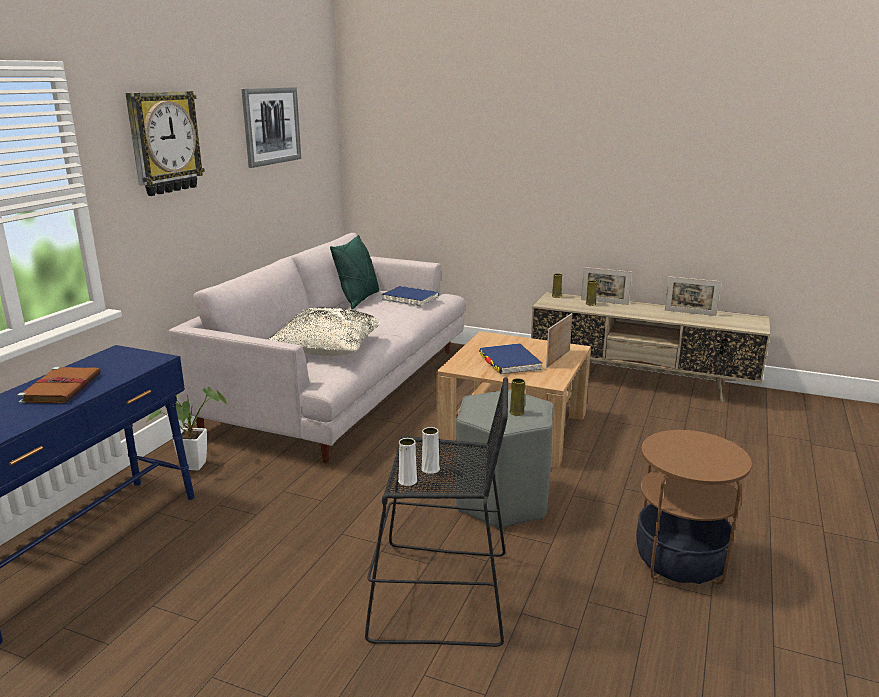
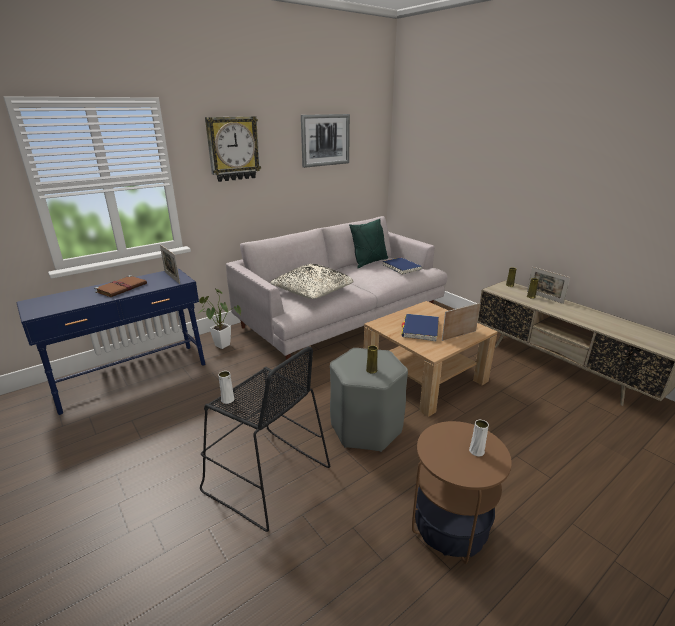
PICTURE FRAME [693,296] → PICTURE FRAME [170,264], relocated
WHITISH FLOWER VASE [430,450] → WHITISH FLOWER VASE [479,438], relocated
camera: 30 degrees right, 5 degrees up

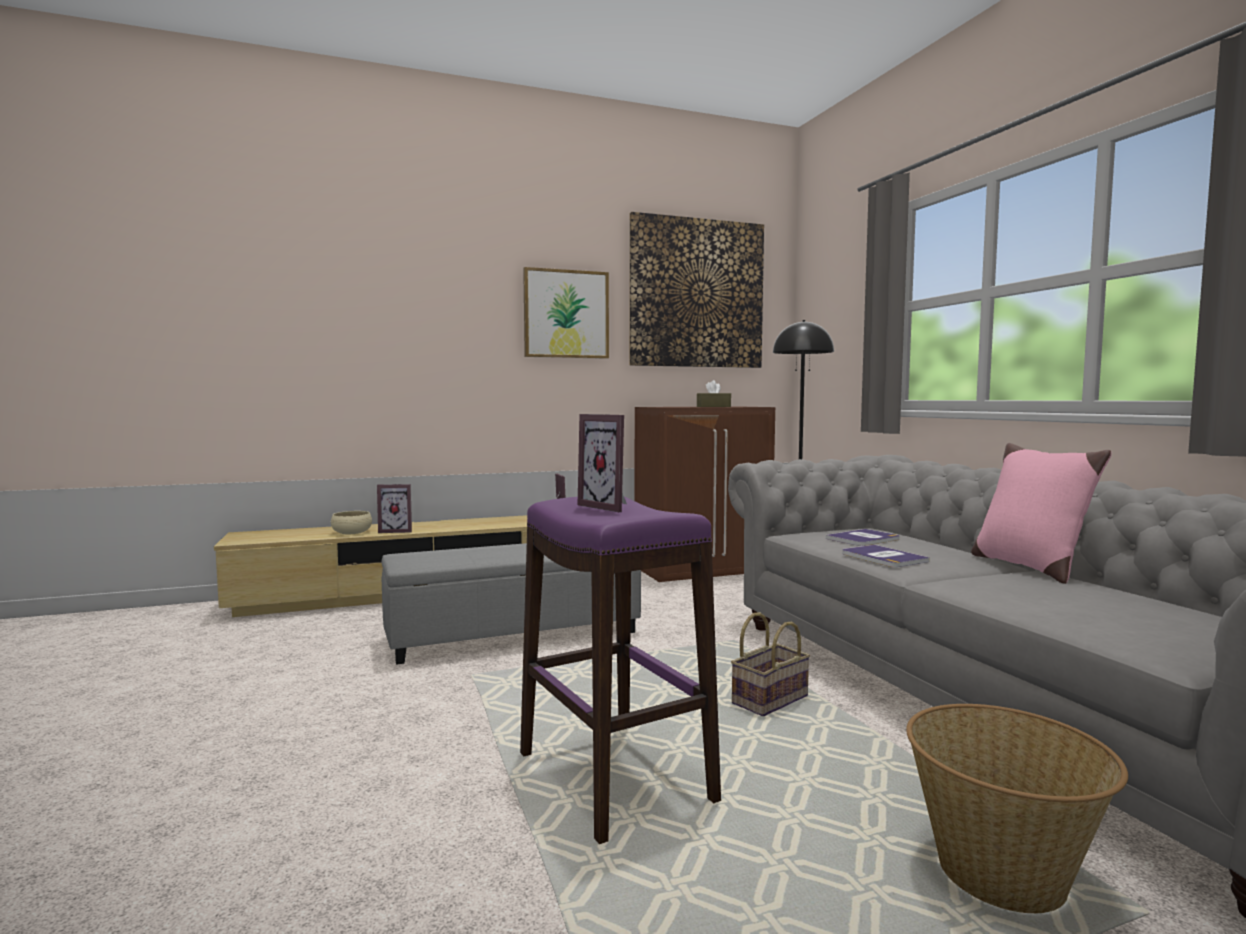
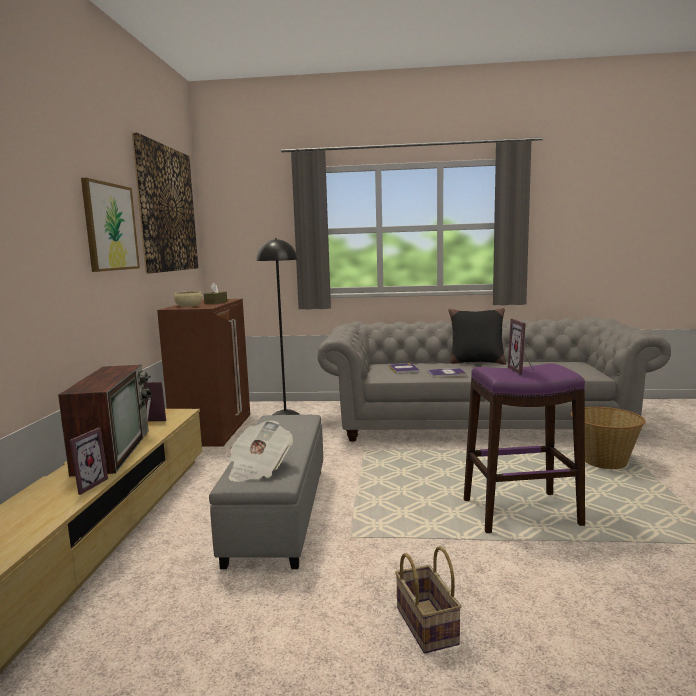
PICTURE FRAME [602,463] → PICTURE FRAME [521,347], 105 degrees clockwise
PINKISH CUSHION [1041,513] → BLACK CUSHION [477,336]
BEIGE-COLOURED SERVING BOWL [351,522] → BEIGE-COLOURED SERVING BOWL [188,299], relocated
STORAGE BASKET [770,664] → STORAGE BASKET [428,600], relocated
- → TELEVISION [105,421]
- → NEWSPAPER [260,451]
camera: 65 degrees left, 5 degrees up

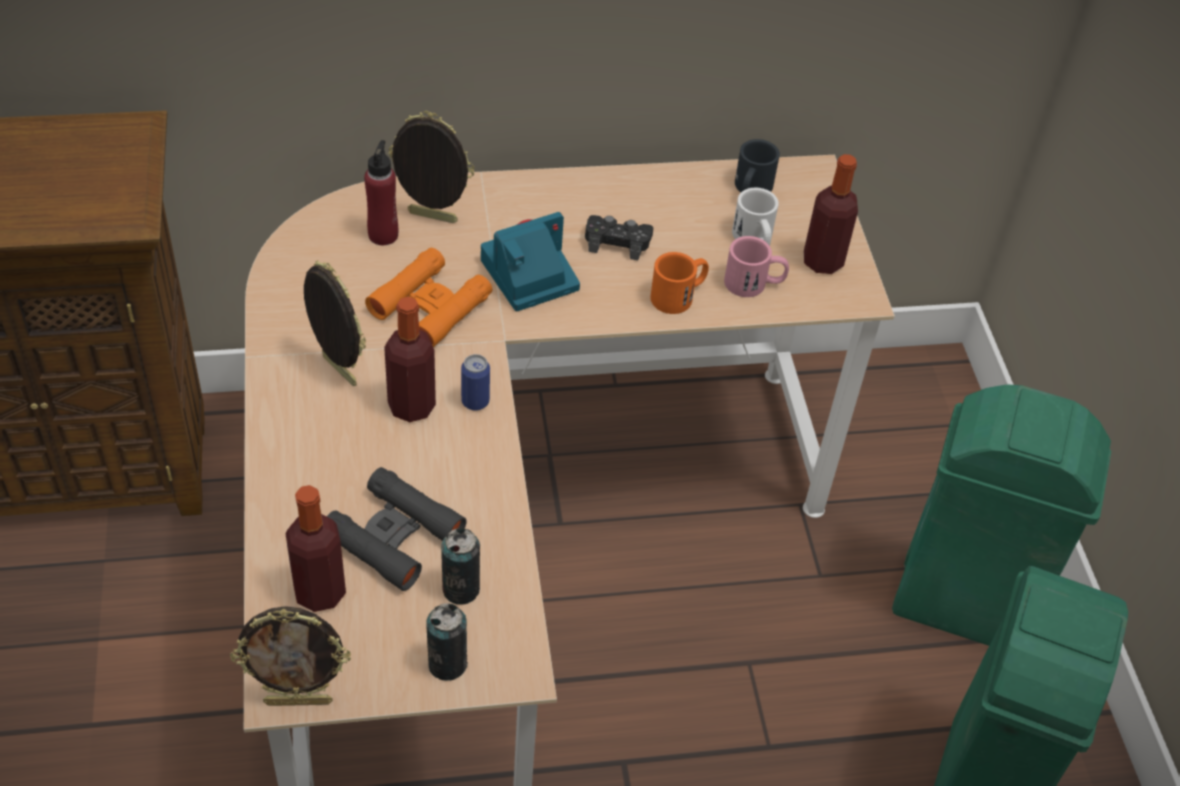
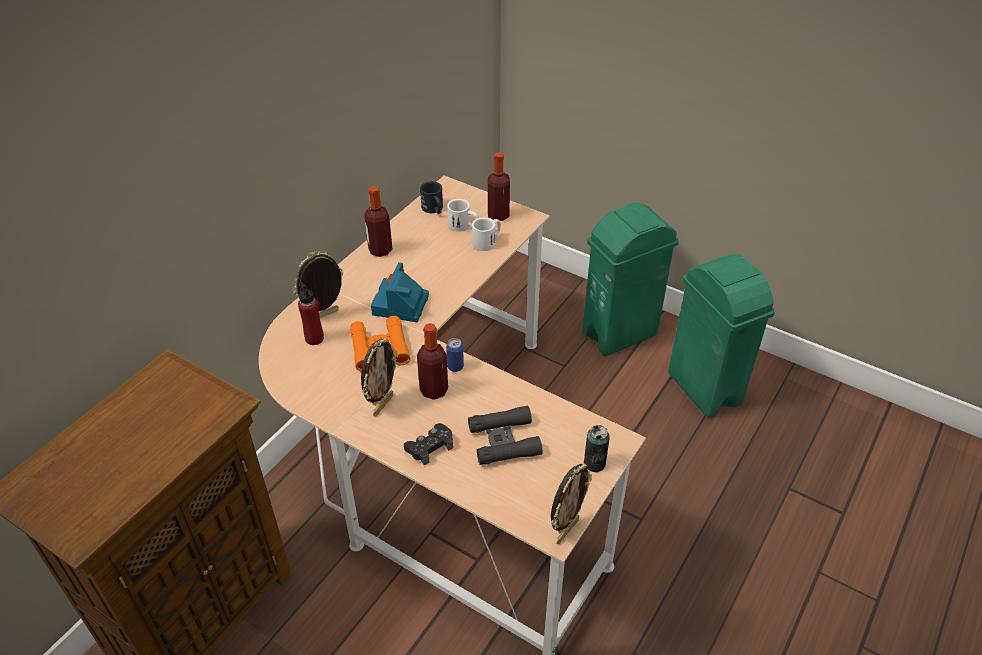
BLACK GAME CONTROLLER [619,237] → BLACK GAME CONTROLLER [428,444], relocated
PINKISH MUG [756,266] → WHITISH MUG [486,234]
ORANGE MUG [679,283] → -
PICTURE FRAME [335,323] → PICTURE FRAME [379,377], 120 degrees clockwise
BOTTLE [316,548] → BOTTLE [378,221], relocated
CAN [460,566] → -
camera: 45 degrees left, 5 degrees down

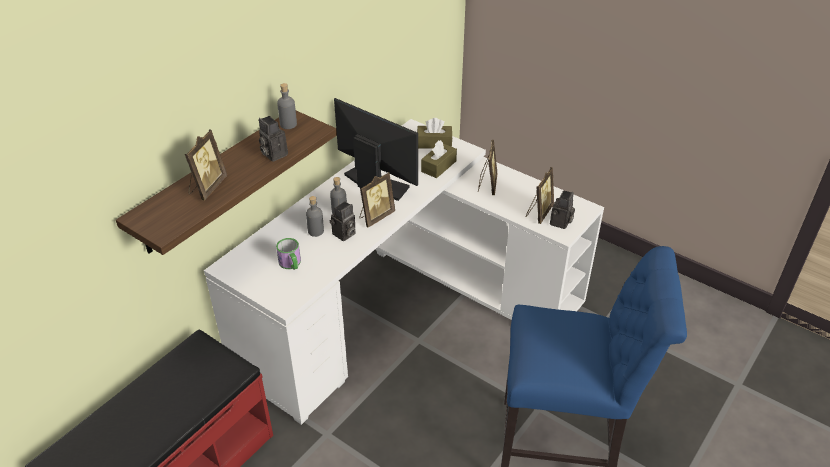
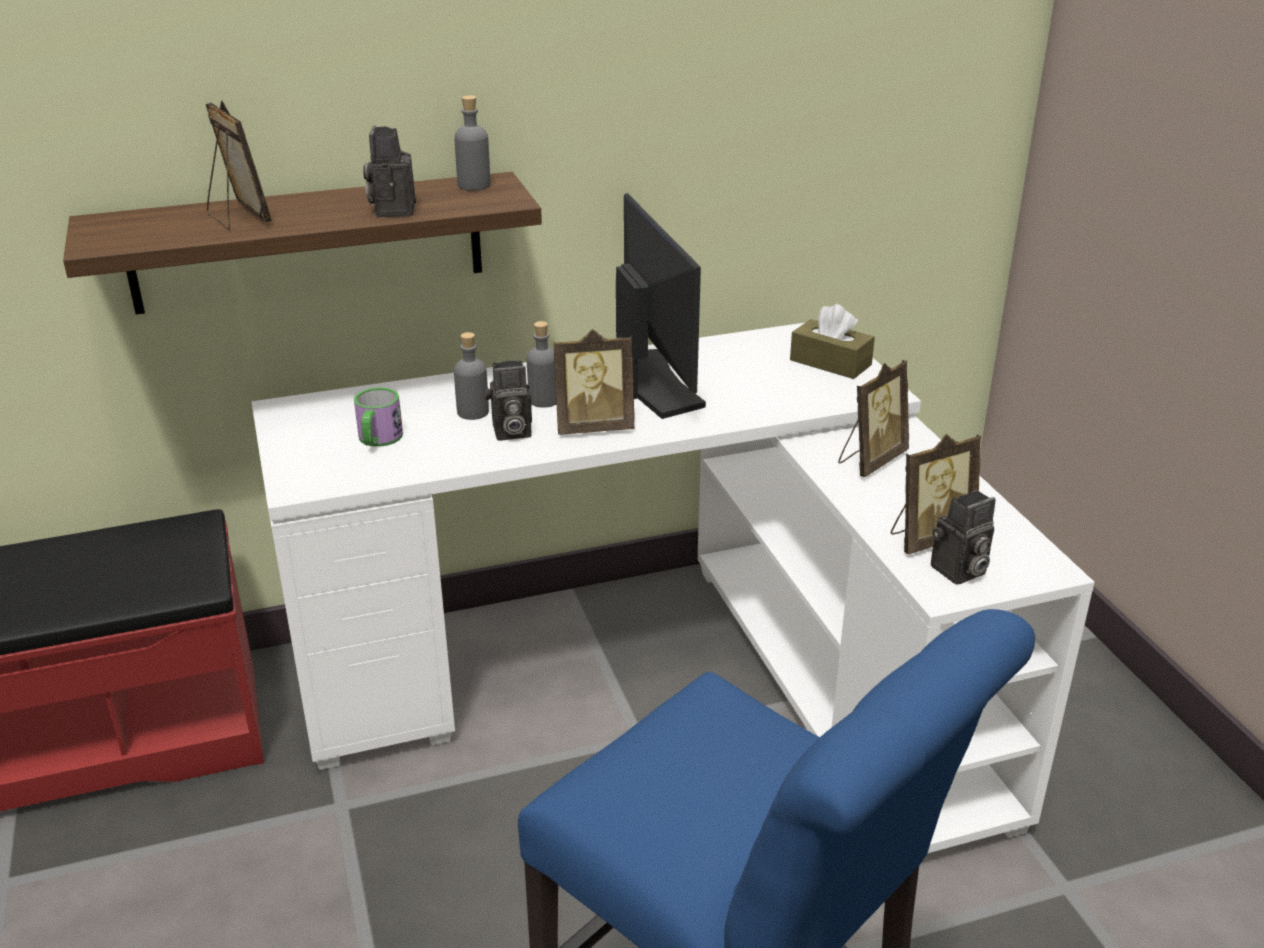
PICTURE FRAME [206,165] → PICTURE FRAME [238,165], 90 degrees counterclockwise
BROWN TISSUE BOX [439,159] → -
camera: 35 degrees right, 10 degrees down

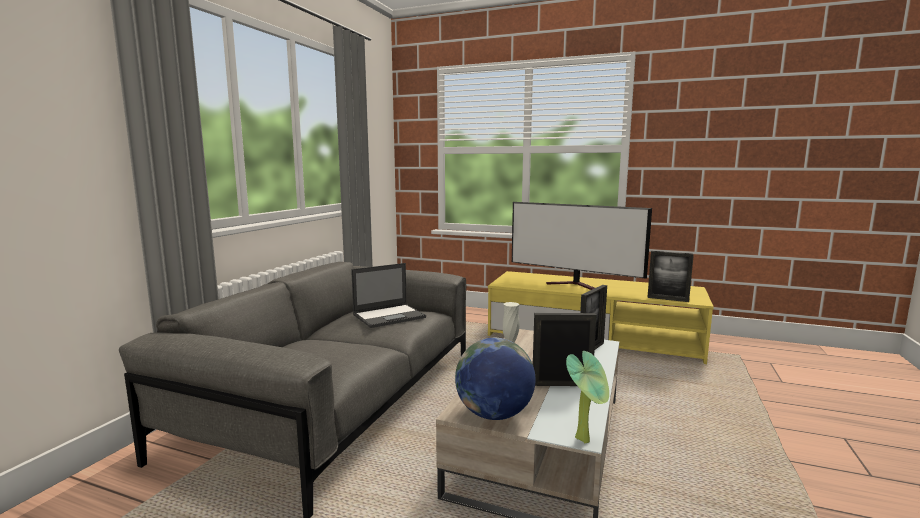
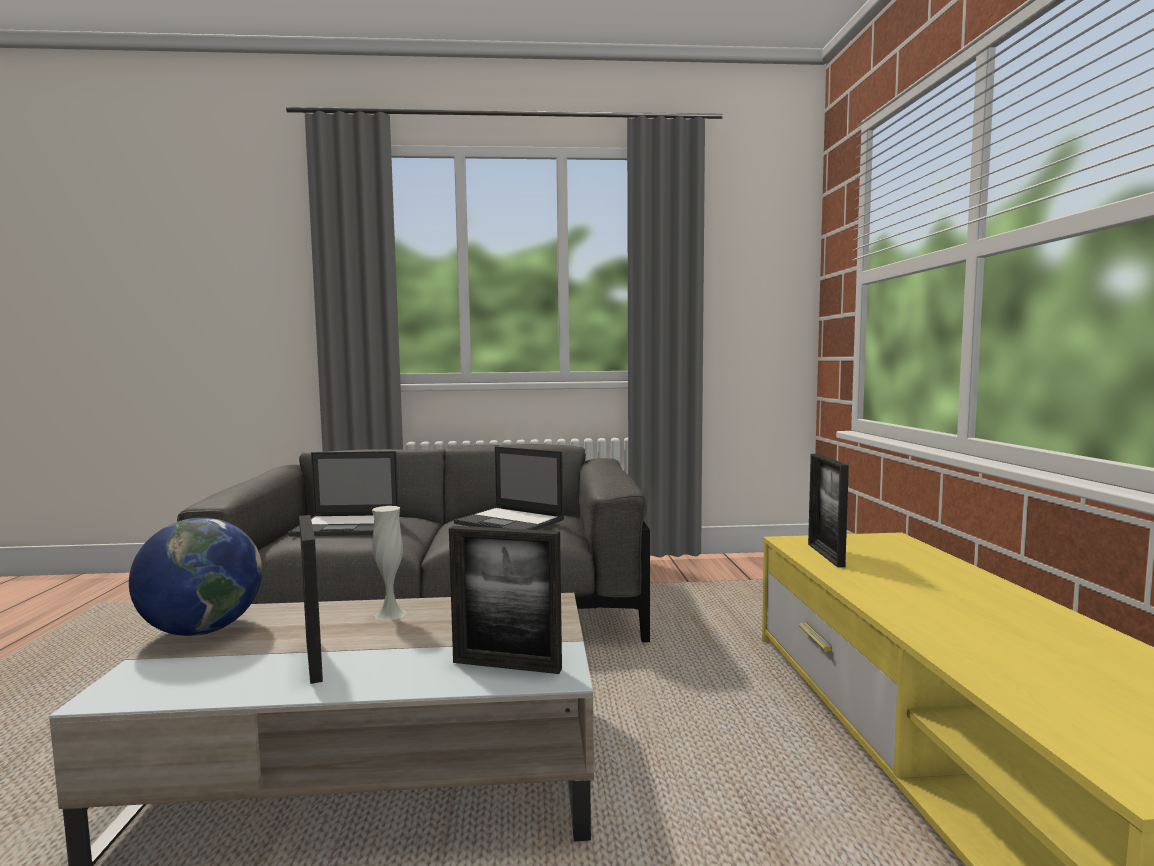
TELEVISION [582,246] → -
PICTURE FRAME [670,276] → PICTURE FRAME [828,510], relocated
POTTED PLANT [587,397] → -
- → PORTABLE COMPUTER [343,493]
camera: 65 degrees right, 5 degrees down

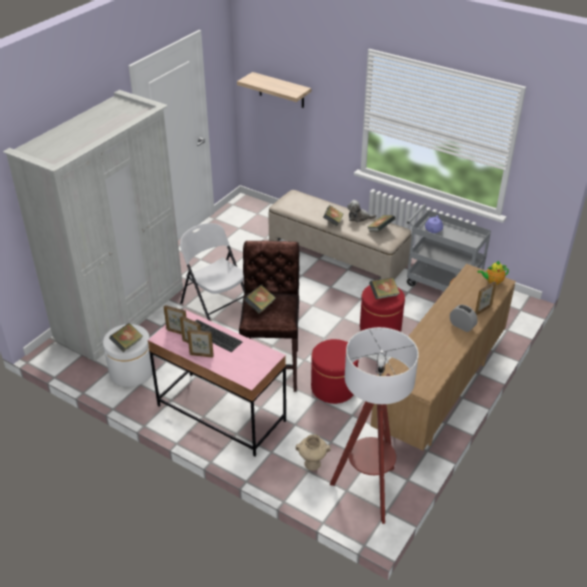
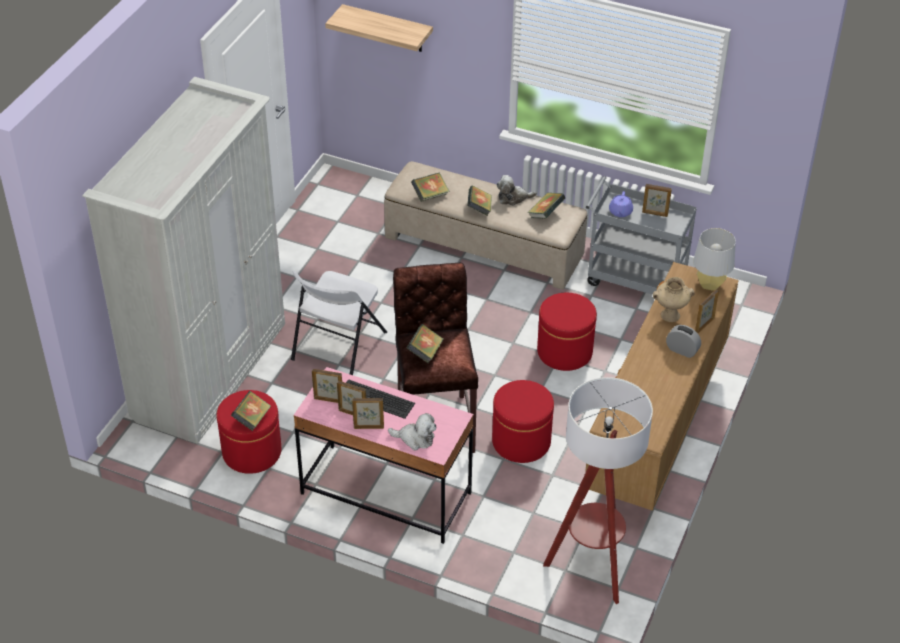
WHITISH CHAIR [212,272] → WHITISH CHAIR [339,323], 105 degrees counterclockwise
TEA POT [493,273] → GREYISH TABLE LAMP [714,259]
VOLUME [384,288] → VOLUME [430,187], relocated
WHITISH FOOTREST [128,355] → REDDISH FOOTREST [249,432]
BEIGE-COLOURED FLOWER VASE [313,452] → BEIGE-COLOURED FLOWER VASE [674,299], relocated
- → PICTURE FRAME [657,200]
- → PLUSH TOY [412,432]
camera: 10 degrees left, 5 degrees up

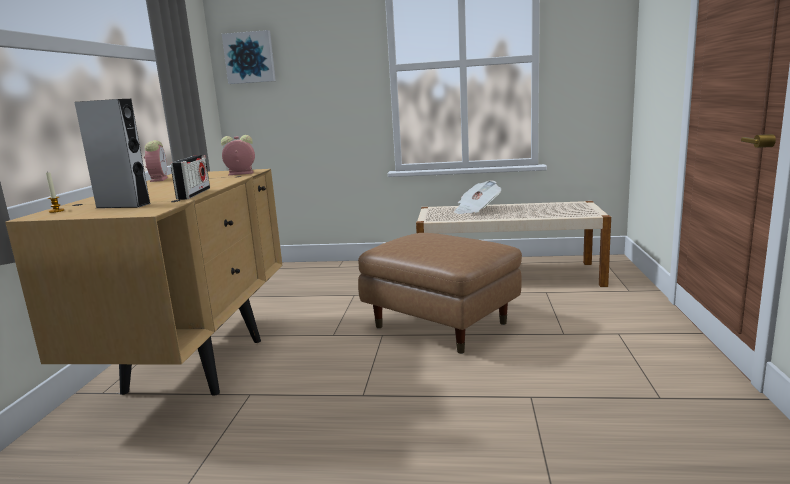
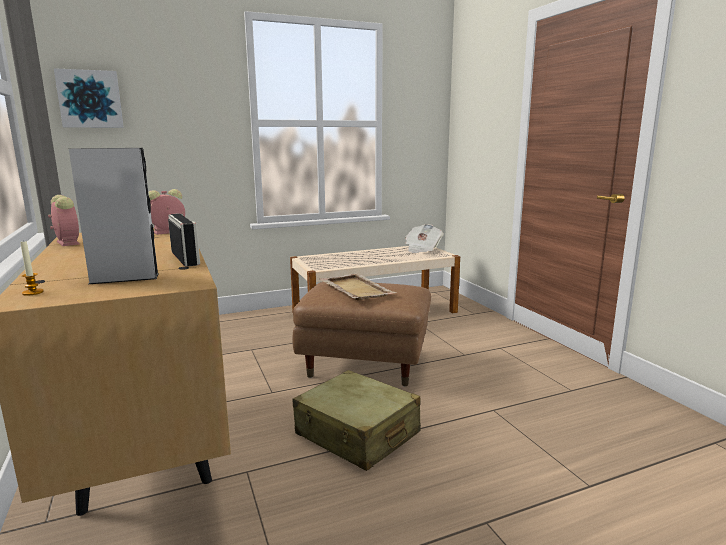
NEWSPAPER [477,197] → NEWSPAPER [424,238], relocated
- → BEIGE-COLOURED TRAY [358,287]
- → BEIGE-COLOURED SUITCASE [357,420]
camera: 30 degrees left, 0 degrees up

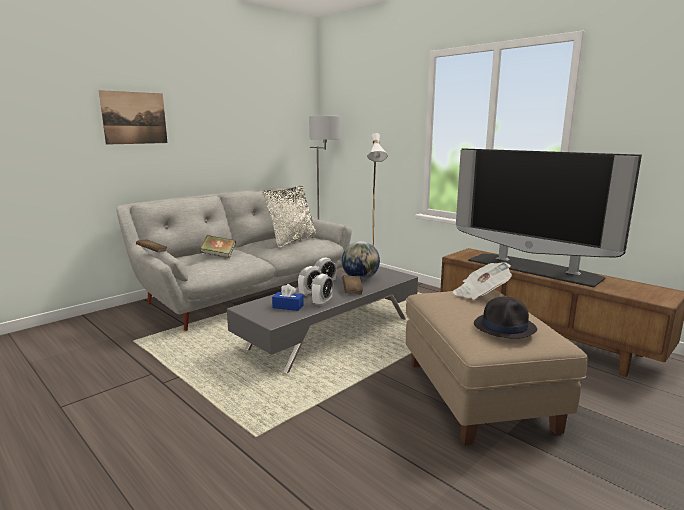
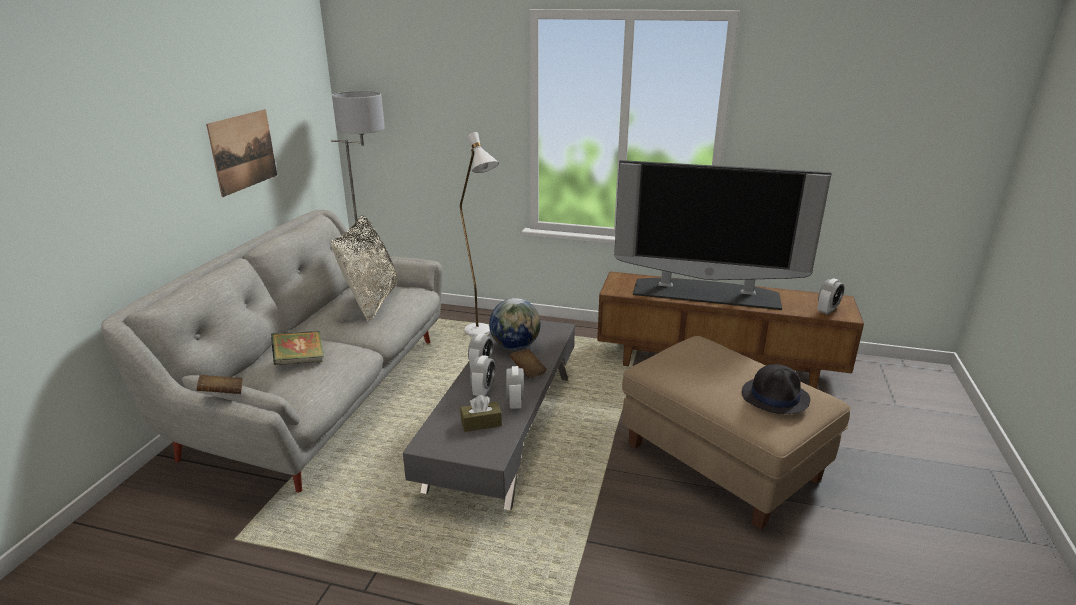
PICTURE [133,117] → PICTURE [241,153], relocated
NEWSPAPER [482,280] → -
BLUISH TISSUE BOX [288,297] → BROWN TISSUE BOX [481,413]
- → TABLE CLOCK [831,296]
camera: 30 degrees left, 10 degrees up

